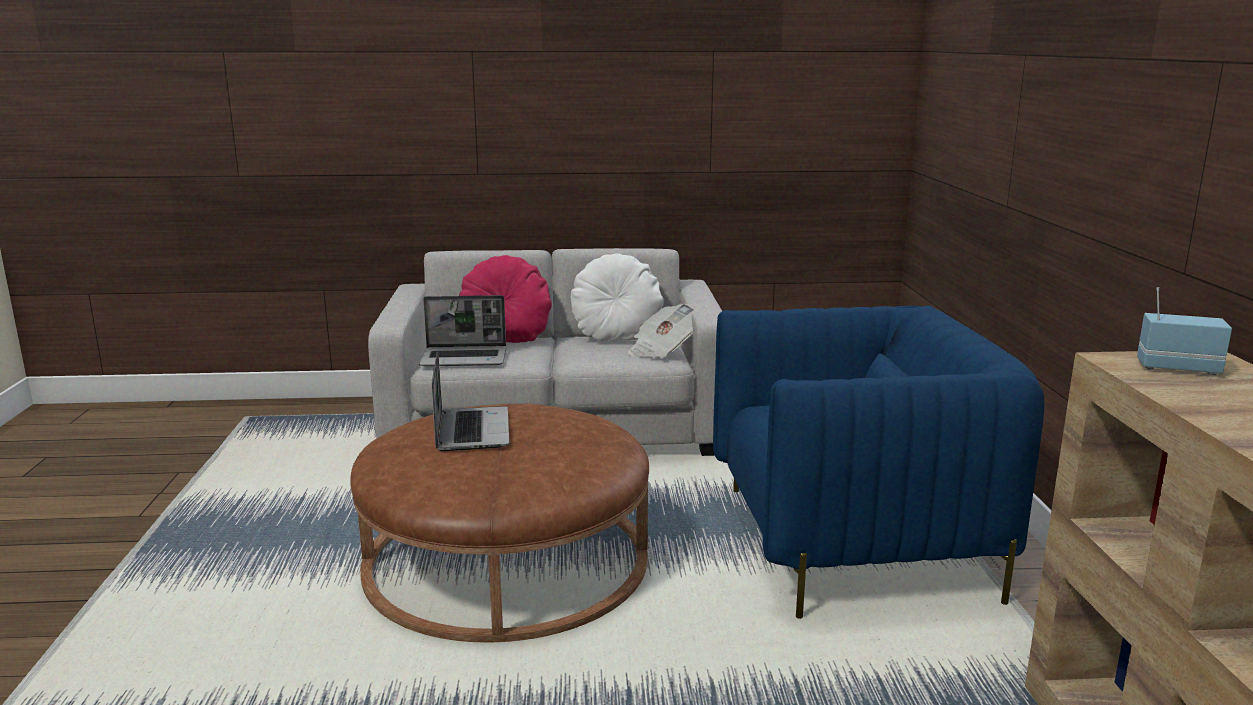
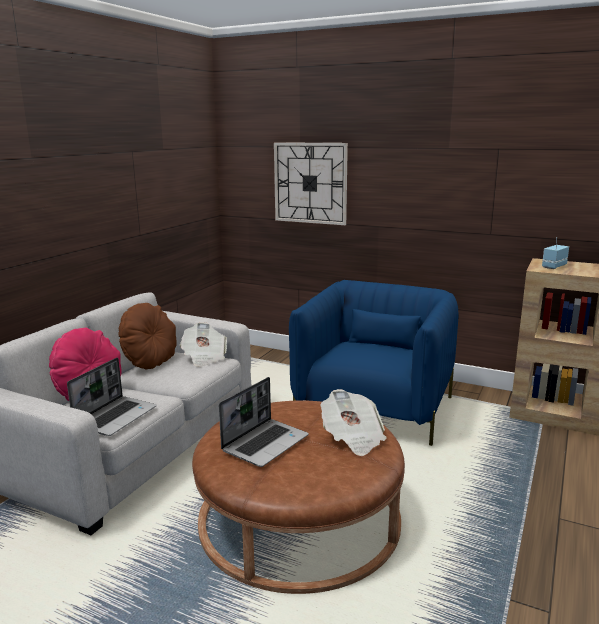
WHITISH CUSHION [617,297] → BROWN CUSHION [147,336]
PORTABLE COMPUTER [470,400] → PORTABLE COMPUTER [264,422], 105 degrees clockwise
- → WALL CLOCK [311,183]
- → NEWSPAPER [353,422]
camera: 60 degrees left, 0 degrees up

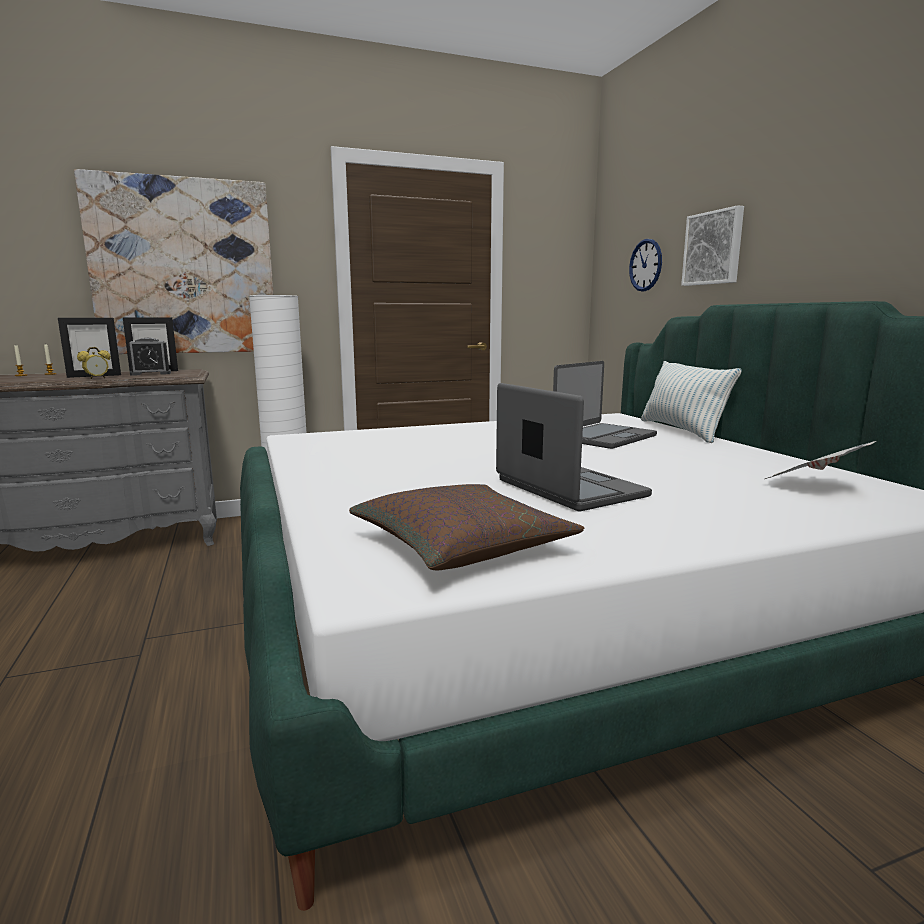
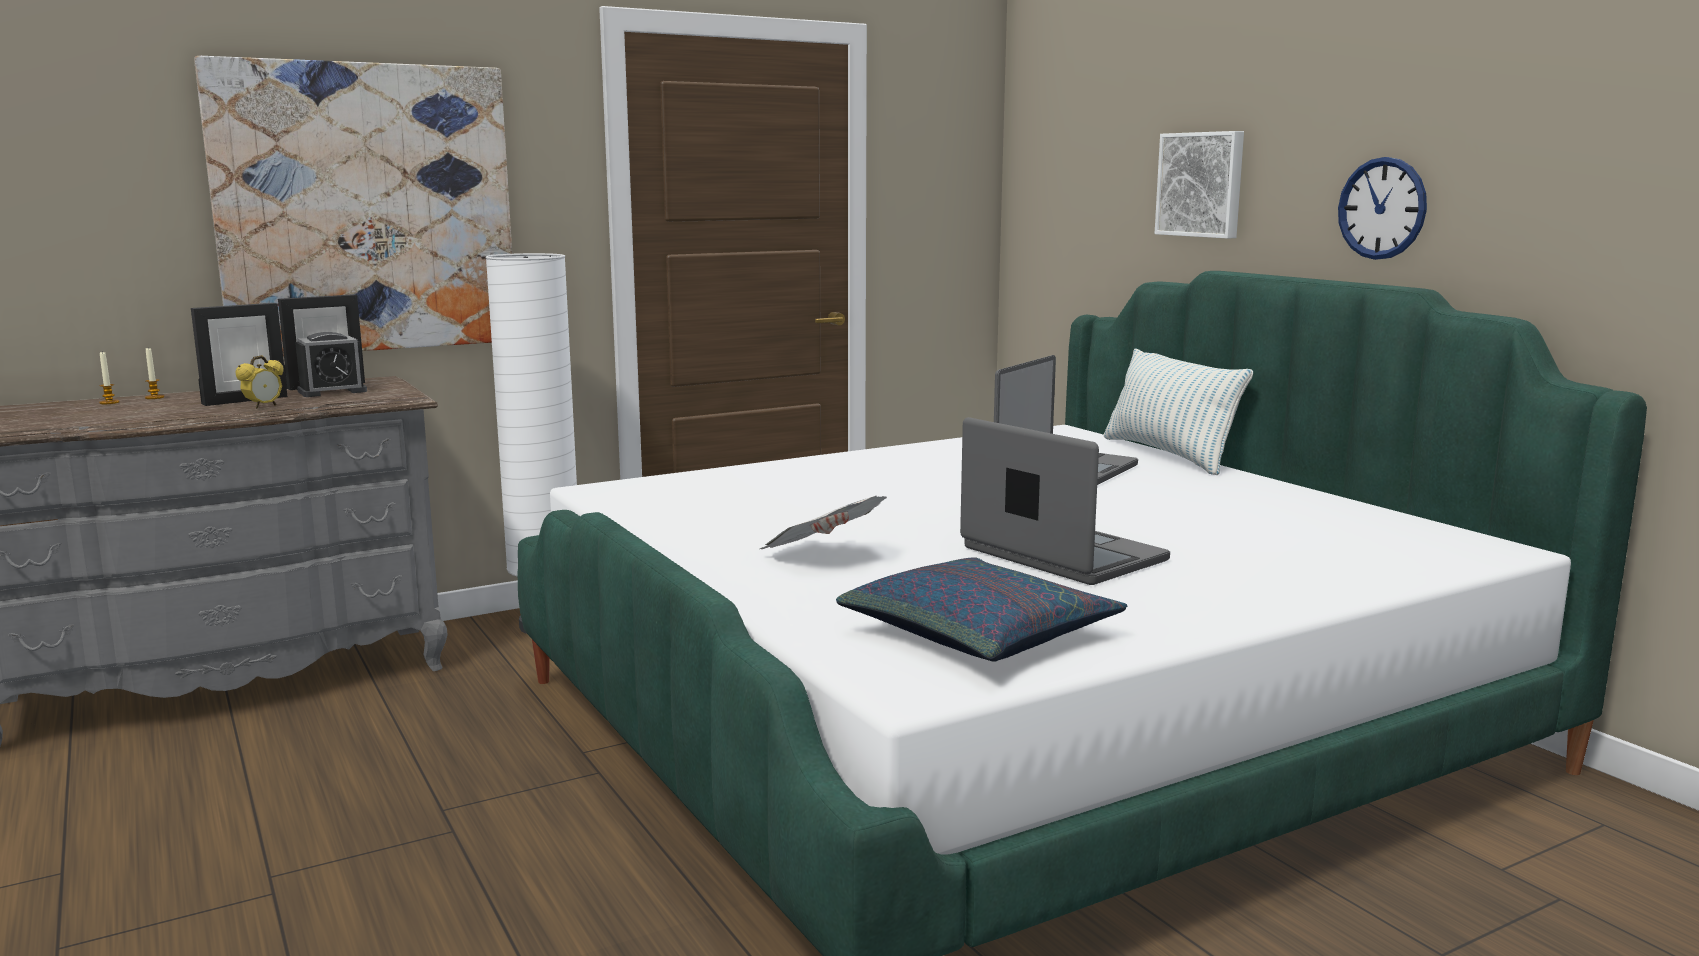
WALL CLOCK [645,265] → WALL CLOCK [1382,208], relocated
NEWSPAPER [820,460] → NEWSPAPER [823,522], relocated
BROWN CUSHION [467,527] → BLUISH CUSHION [981,609]
camera: 10 degrees left, 0 degrees up

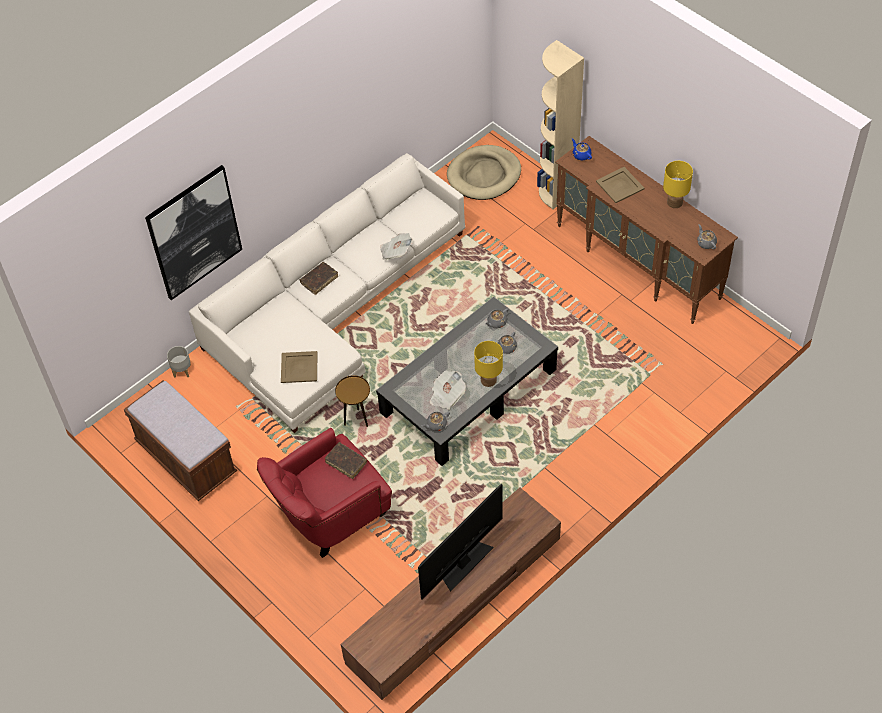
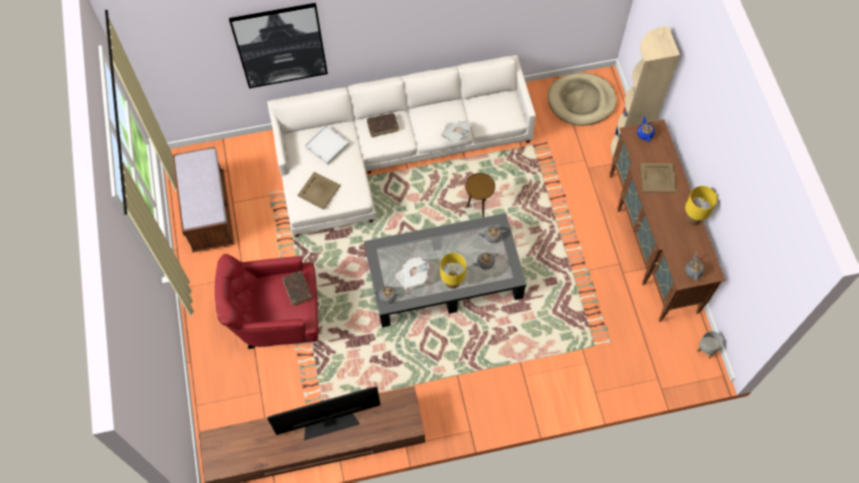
GREYISH PLANTER [179,361] → GREYISH PLANTER [710,344], relocated
BROWN SIDE TABLE [352,401] → BROWN SIDE TABLE [480,195], relocated
- → WHITISH TRAY [327,145]
camera: 30 degrees right, 10 degrees up

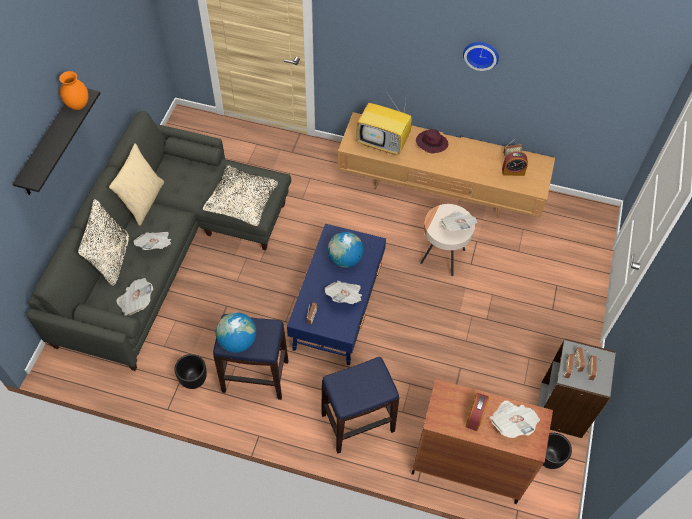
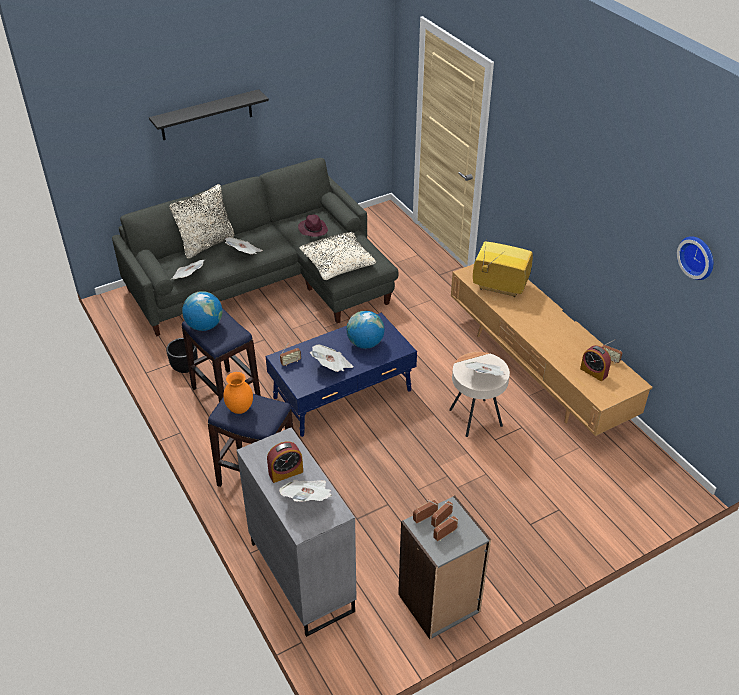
WALL CLOCK [481,56] → WALL CLOCK [695,258], relocated
ORANGE FLOWER VASE [73,90] → ORANGE FLOWER VASE [238,393], relocated
TELEVISION [384,127] → TELEVISION [503,269], 135 degrees clockwise
PURPLE-COLOURED WEARABLE HAT [432,141] → PURPLE-COLOURED WEARABLE HAT [313,226], relocated
BEIGE-COLOURED CUSHION [136,184] → -
BROWN CHEST OF DRAWERS [482,441] → GREYISH CHEST OF DRAWERS [297,532]
BLACK PLANTER [557,451] → -
camera: 45 degrees right, 15 degrees down

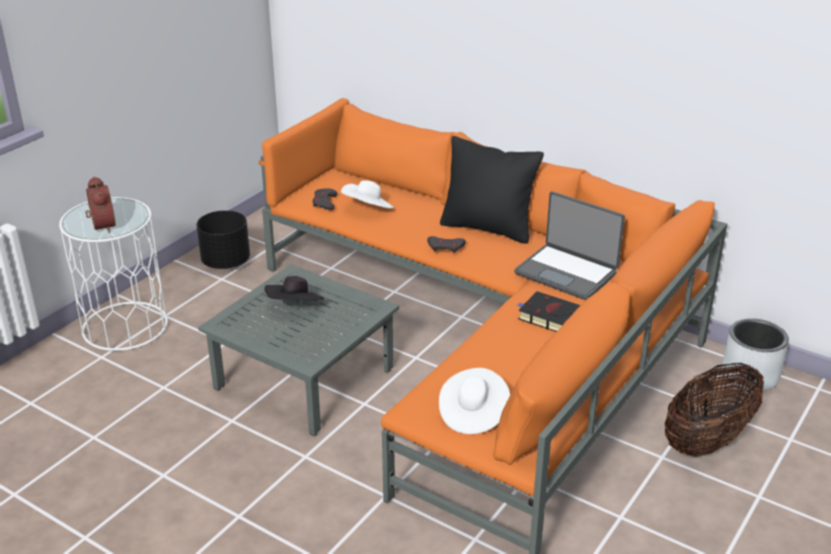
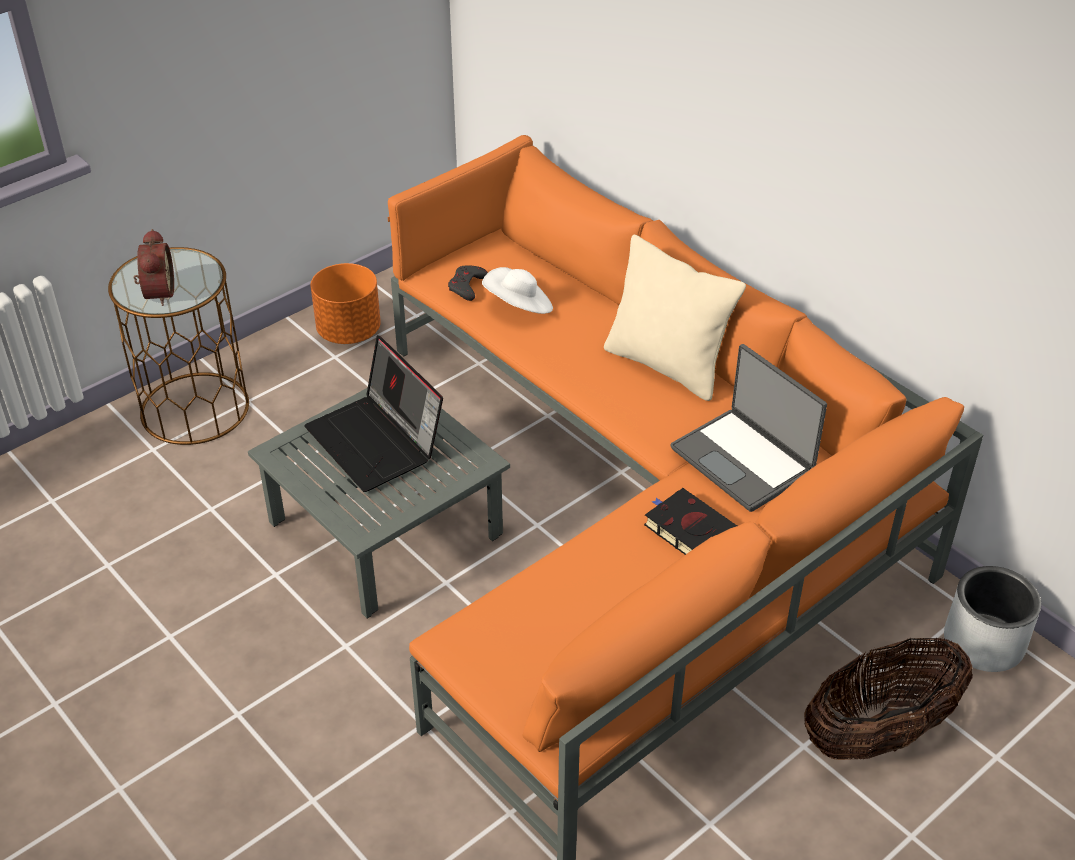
BLACK CUSHION [492,190] → BEIGE-COLOURED CUSHION [675,318]
WHITISH SIDE TABLE [113,274] → BROWN SIDE TABLE [178,346]
BLACK PLANTER [223,239] → ORANGE PLANTER [346,303]
GREYISH GAME CONTROLLER [446,245] → -
BLACK WEARABLE HAT [294,288] → PORTABLE COMPUTER [373,413]
WHITISH WEARABLE HAT [474,401] → -
camera: 15 degrees right, 10 degrees up

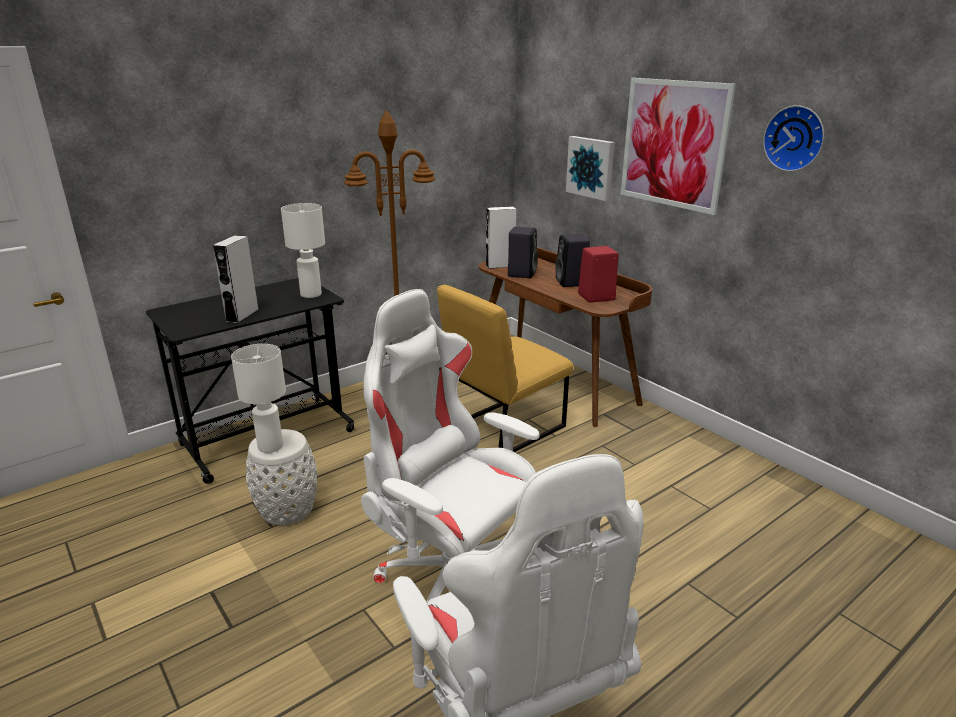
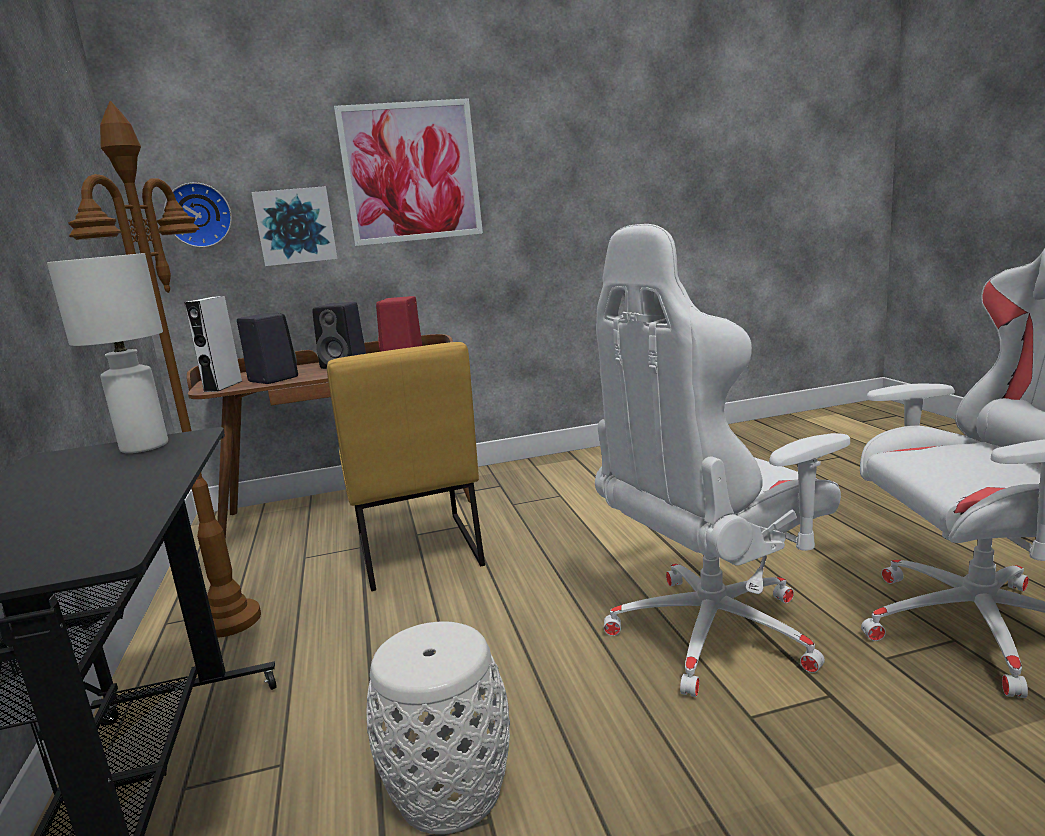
WALL CLOCK [793,138] → WALL CLOCK [198,215], relocated
GREYISH SPEAKER [236,279] → -
WHITISH TABLE LAMP [258,398] → -
camera: 65 degrees left, 10 degrees down

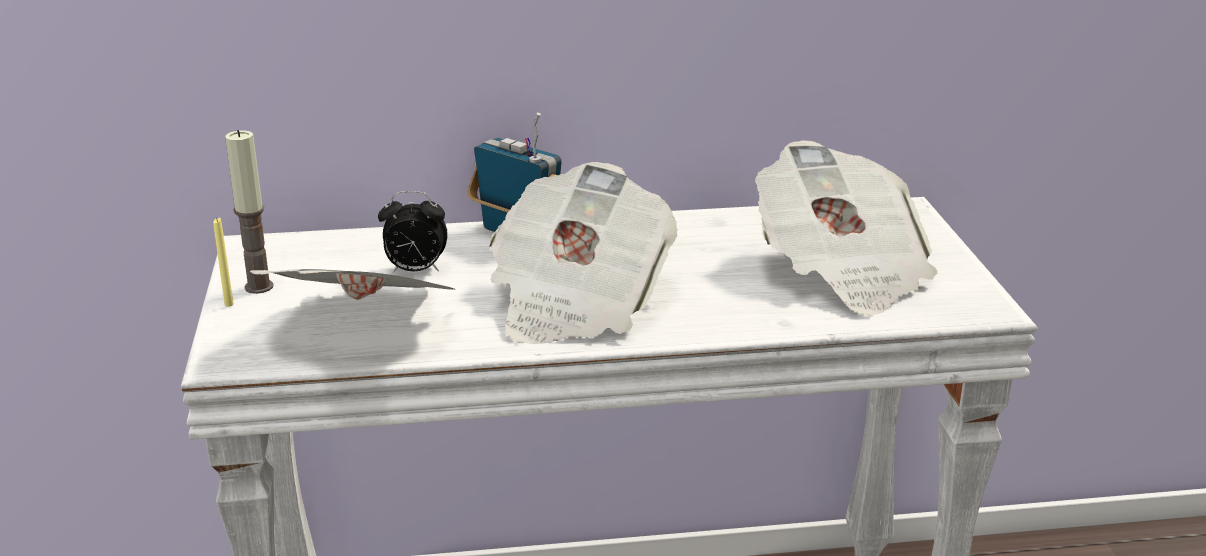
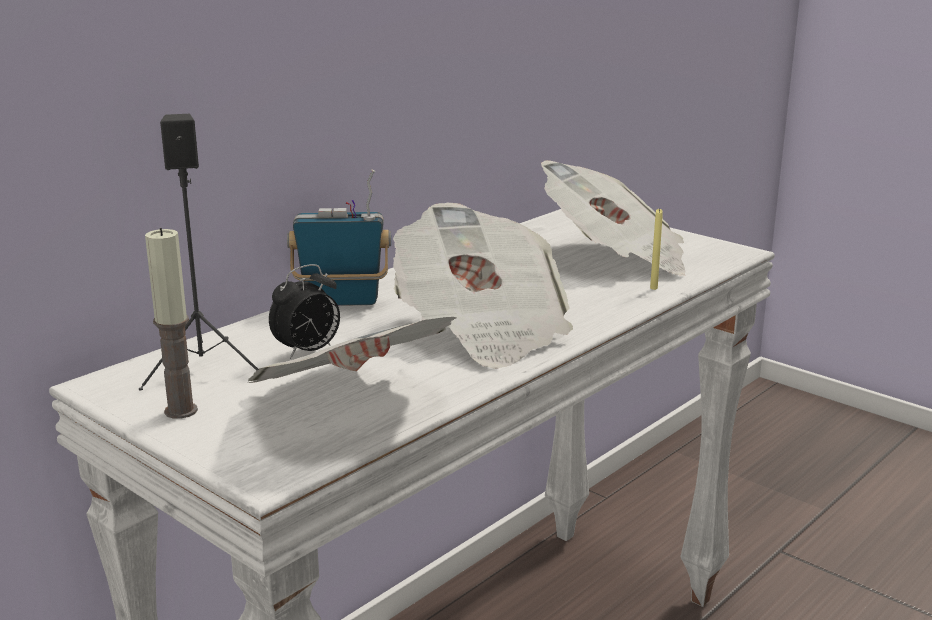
YELLOWISH CANDLE [223,262] → YELLOWISH CANDLE [656,249], relocated
- → BLACK SPEAKER [199,252]
camera: 40 degrees left, 5 degrees down

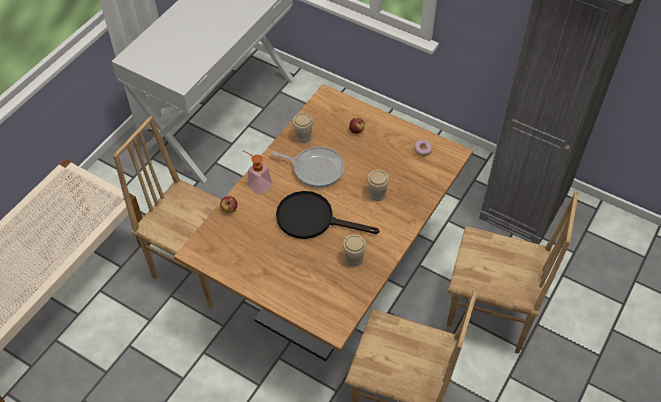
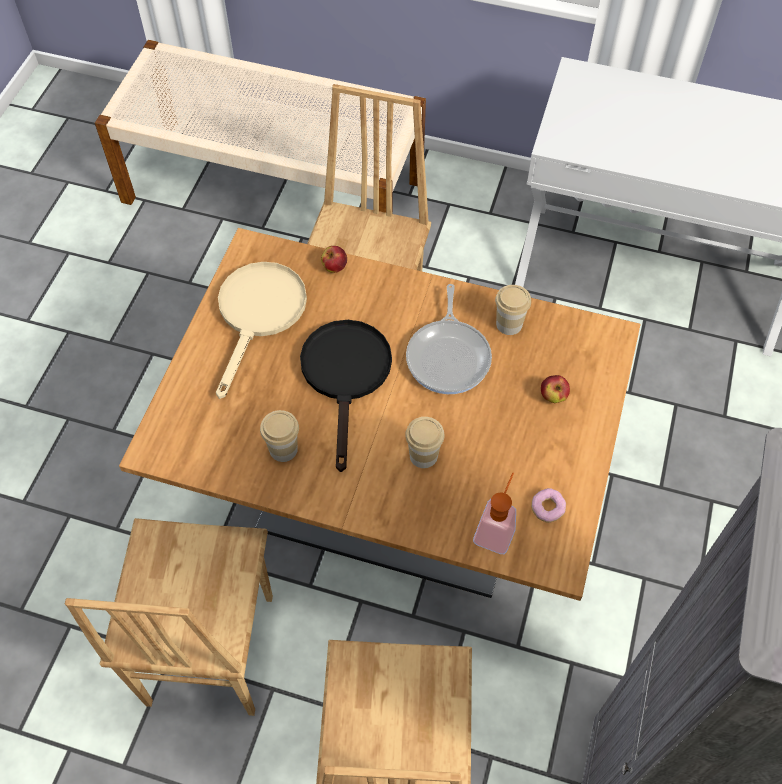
SOAP BOTTLE [257,172] → SOAP BOTTLE [494,513], relocated
- → BEIGE-COLOURED SKILLET [261,330]
camera: 75 degrees right, 5 degrees up

